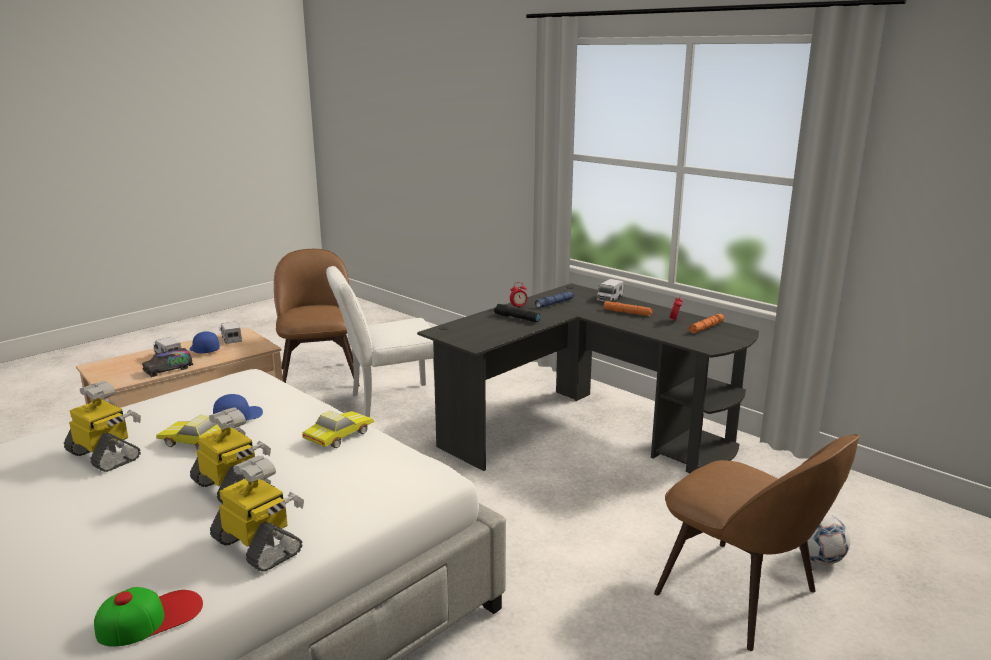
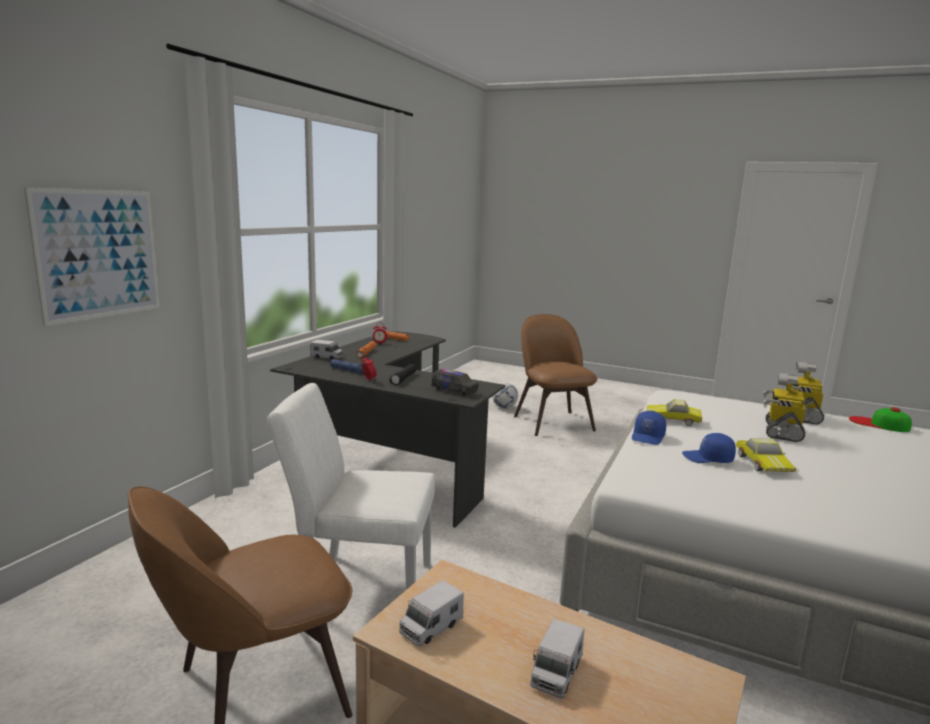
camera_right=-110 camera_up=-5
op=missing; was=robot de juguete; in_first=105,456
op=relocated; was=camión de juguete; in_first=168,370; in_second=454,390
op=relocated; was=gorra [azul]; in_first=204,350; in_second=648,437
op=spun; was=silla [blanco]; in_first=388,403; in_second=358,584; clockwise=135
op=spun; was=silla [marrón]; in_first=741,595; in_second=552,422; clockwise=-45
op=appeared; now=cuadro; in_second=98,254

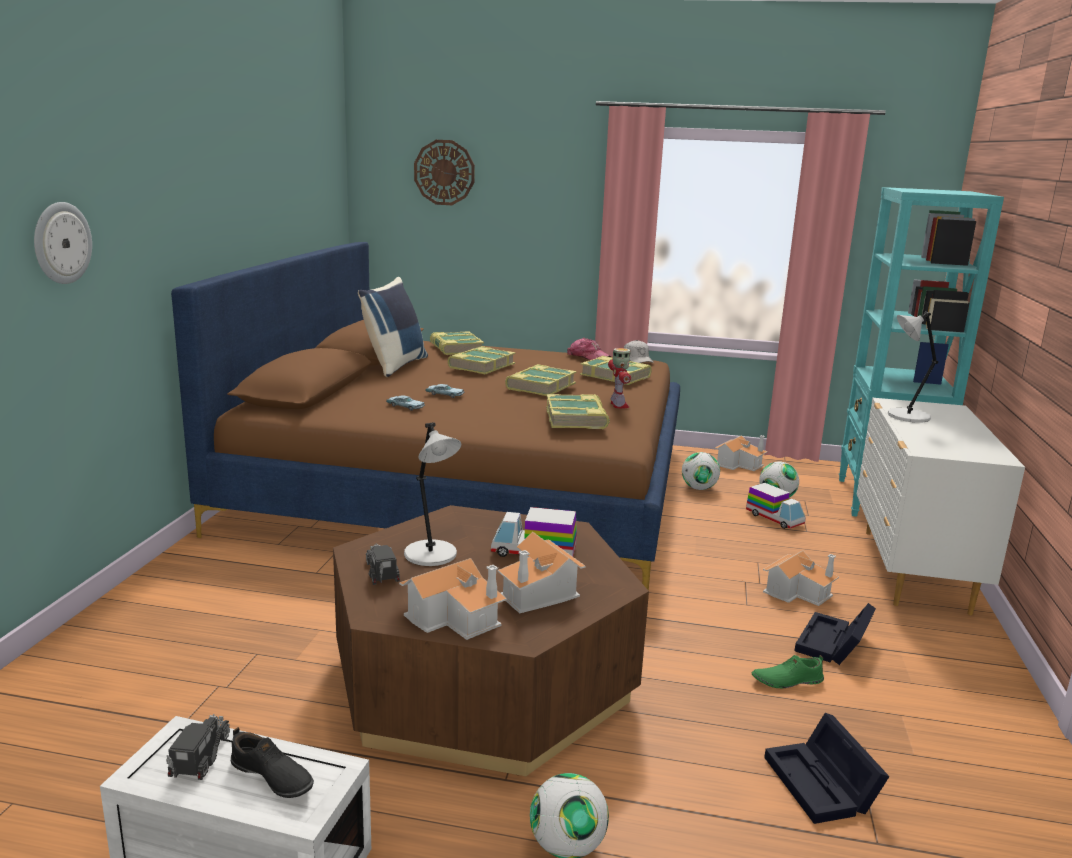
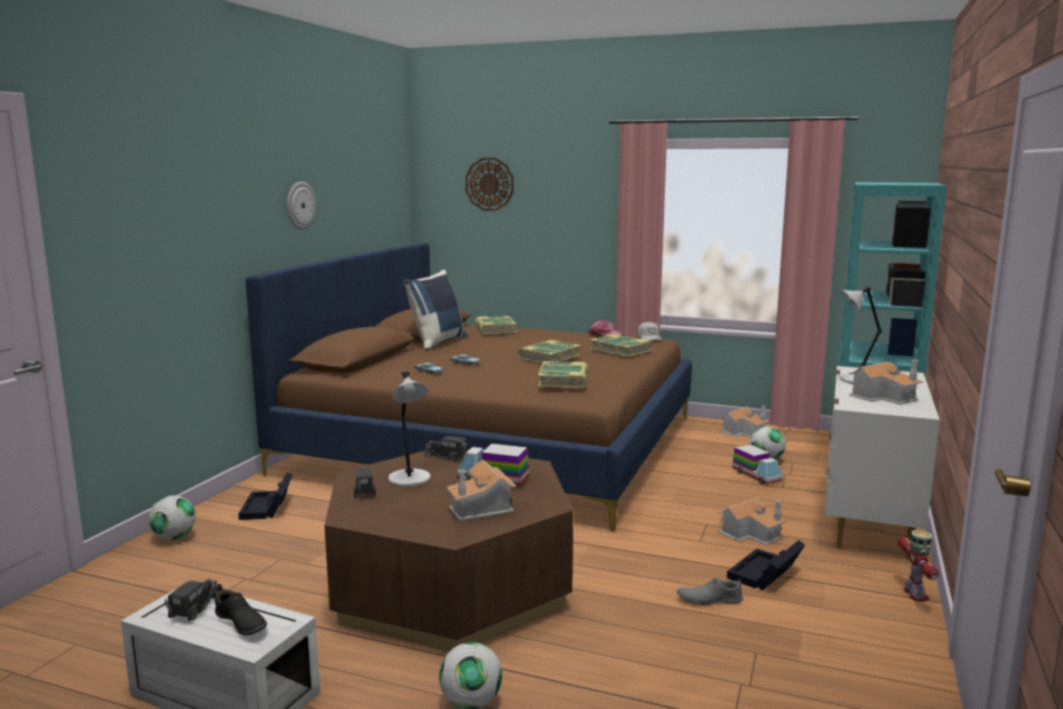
camera_right=10 camera_up=-5
op=relocated; was=reloj de pared; in_first=61,243; in_second=300,205
op=relocated; was=casita; in_first=456,617; in_second=884,396
op=missing; was=libro; in_first=481,366
op=relocated; was=robot de juguete; in_first=618,405; in_second=915,595
op=relocated; was=balón de fútbol; in_first=699,488; in_second=174,537
op=colour; was=zapato [verde]; now=zapato [gris]; in_first=787,680; in_second=709,599
op=relocated; was=caja de almacenaje [negro]; in_first=823,785; in_second=267,508
op=appeared; now=camión de juguete; in_second=447,457

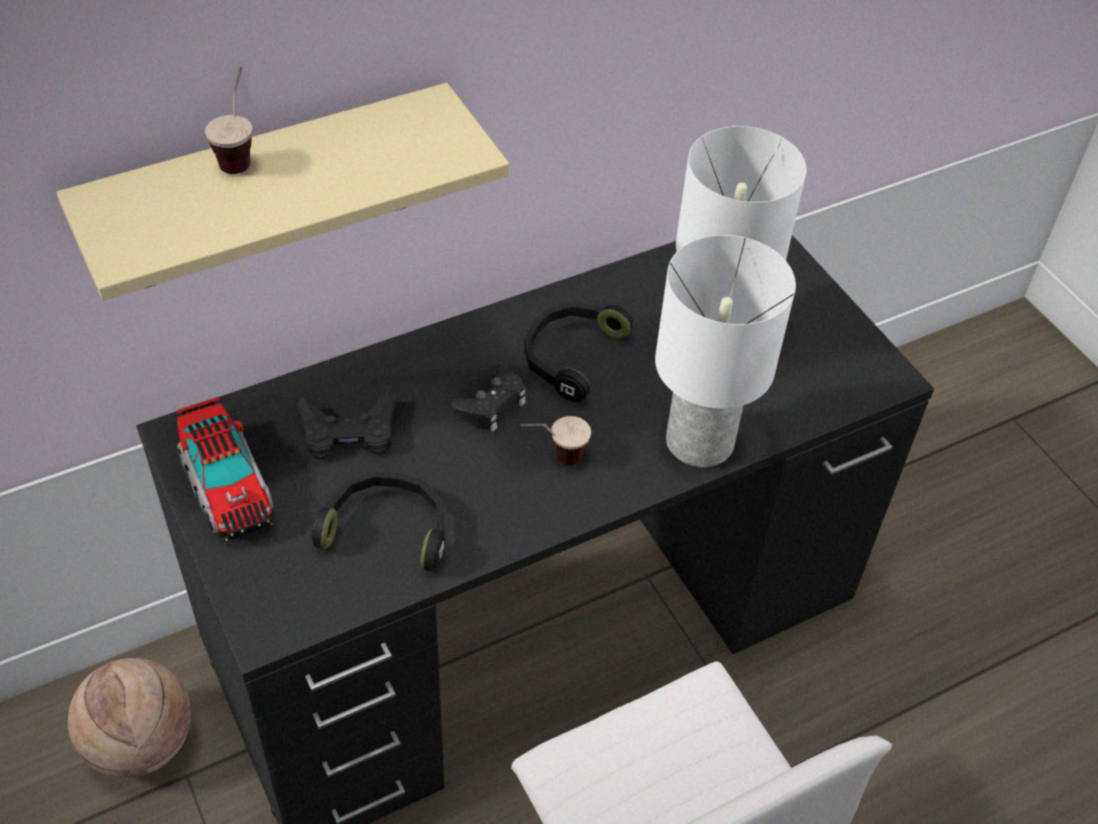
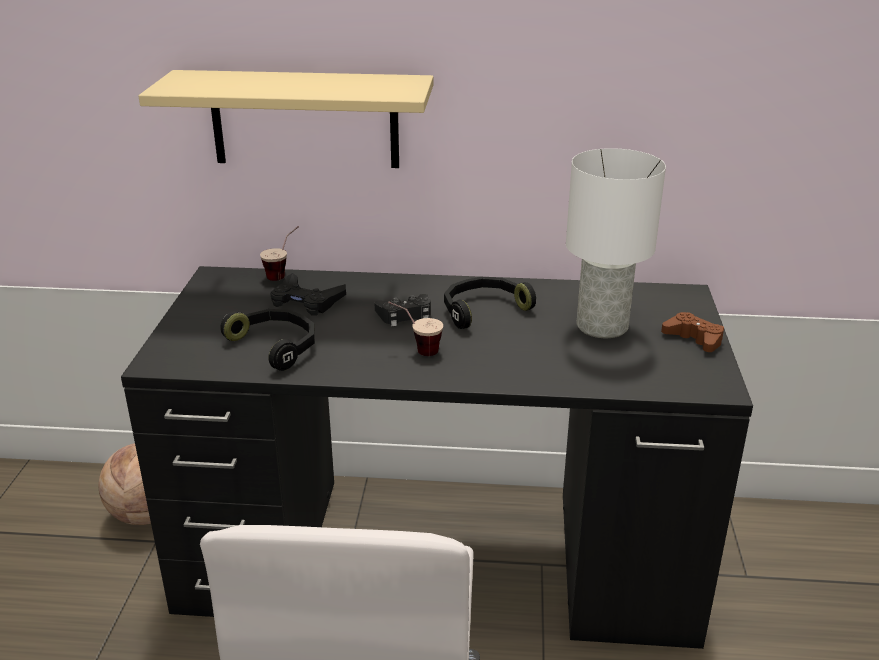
camera_right=35 camera_up=-20
op=missing; was=camión de juguete; in_first=226,485
op=relocated; was=taza; in_first=240,153; in_second=284,273
op=missing; was=lámpara de mesa [blanco]; in_first=698,440
op=appeared; now=mando de consola [marrón]; in_second=694,339

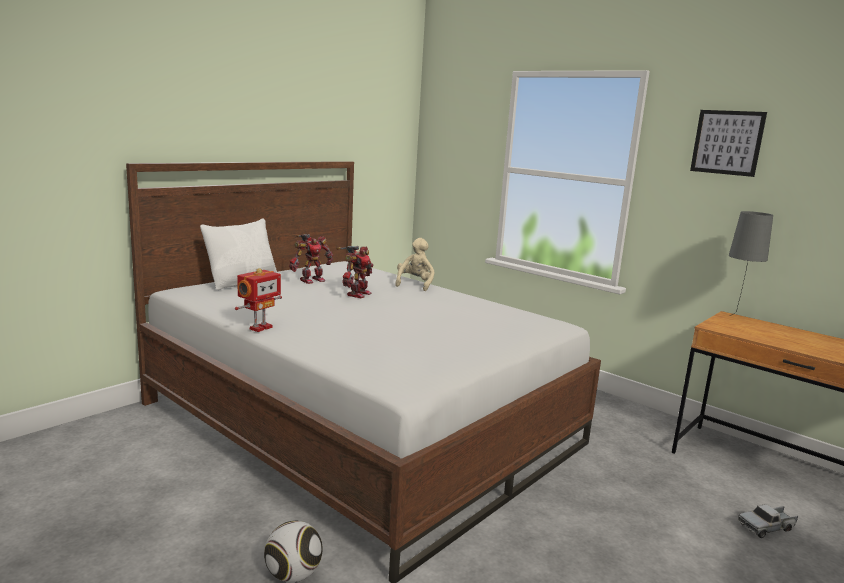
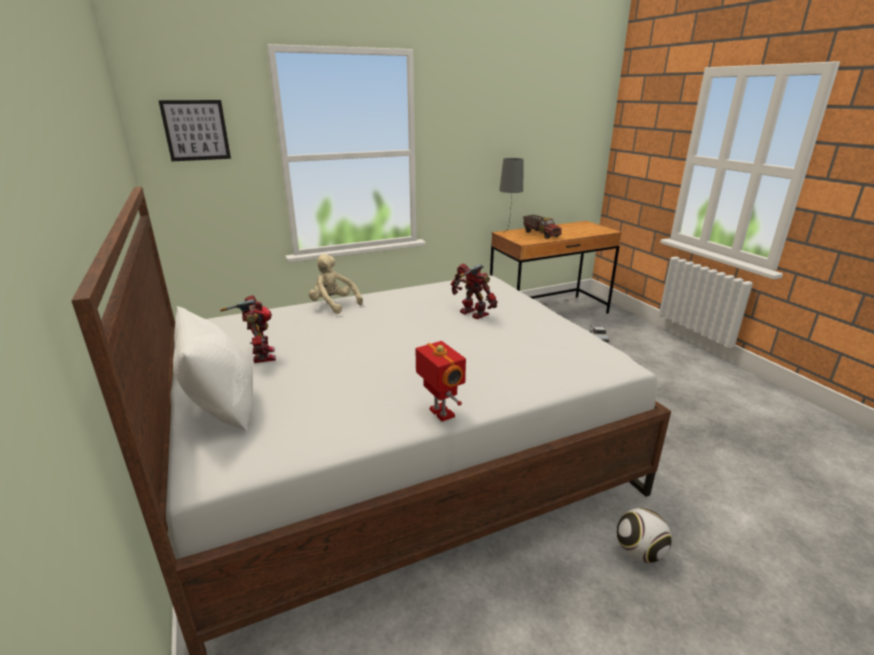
camera_right=-65 camera_up=10
op=relocated; was=robot de juguete; in_first=357,294; in_second=472,314
op=relocated; was=cuadro; in_first=727,142; in_second=196,130
op=appeared; now=camión de juguete; in_second=541,234

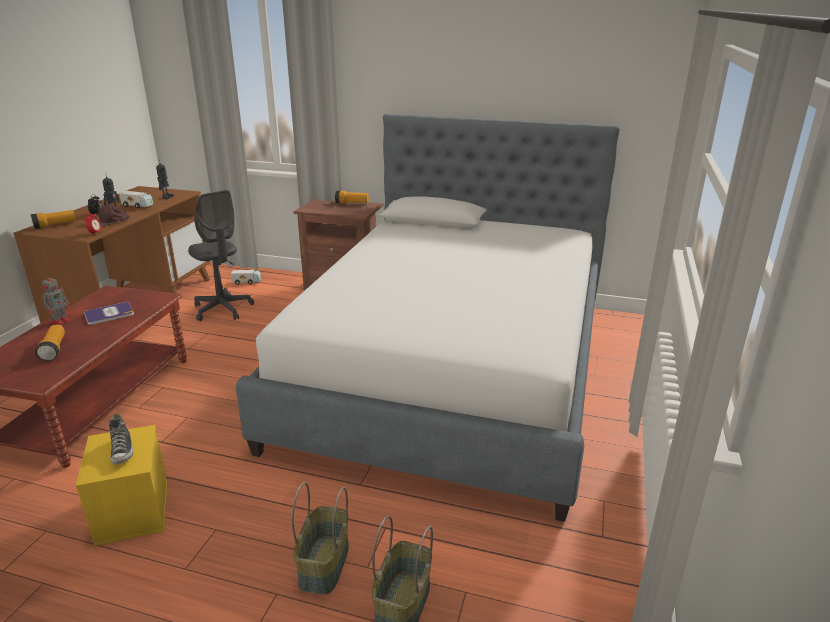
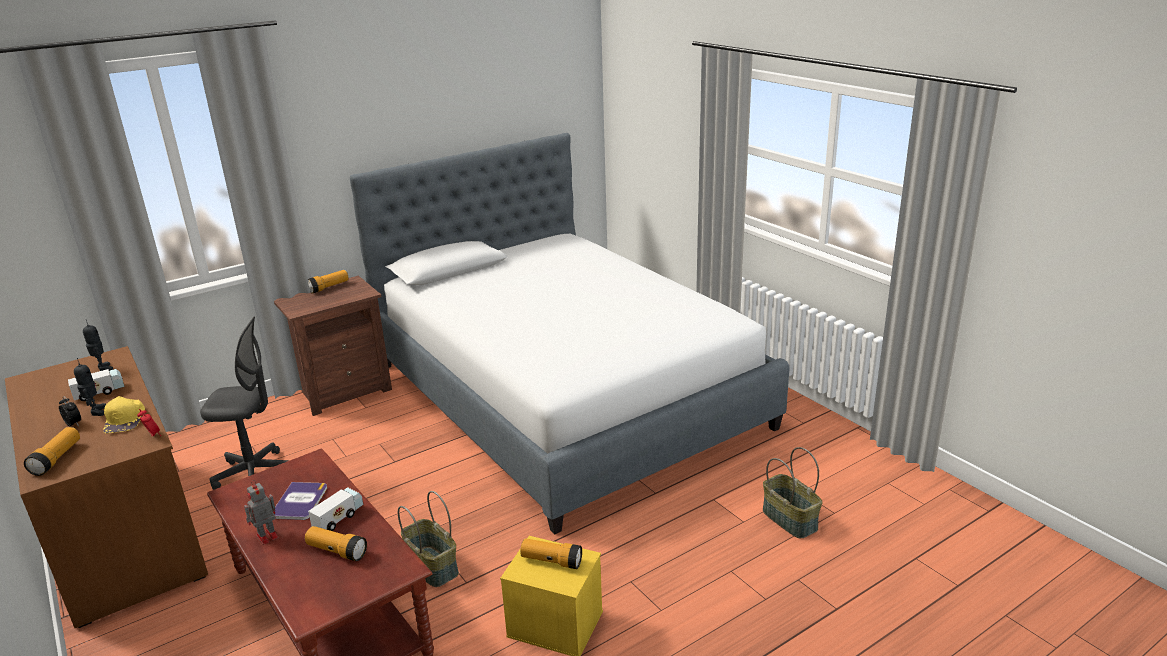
camera_right=-50 camera_up=0
op=spun; was=robot de juguete; in_first=61,321; in_second=266,537; clockwise=-105
op=colour; was=gorra [marrón]; now=gorra [amarillo]; in_first=110,221; in_second=126,419
op=exchanged; was=zapato; now=linterna; in_first=122,451; in_second=551,561
op=relocated; was=camión de juguete; in_first=247,282; in_second=338,518
op=relocated; was=cesta; in_first=325,565; in_second=433,566

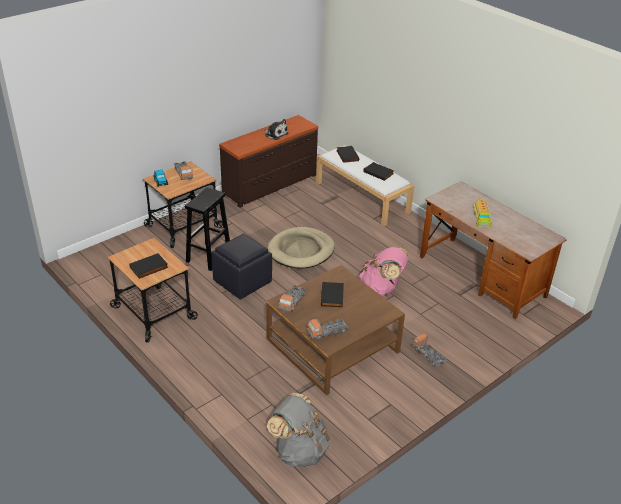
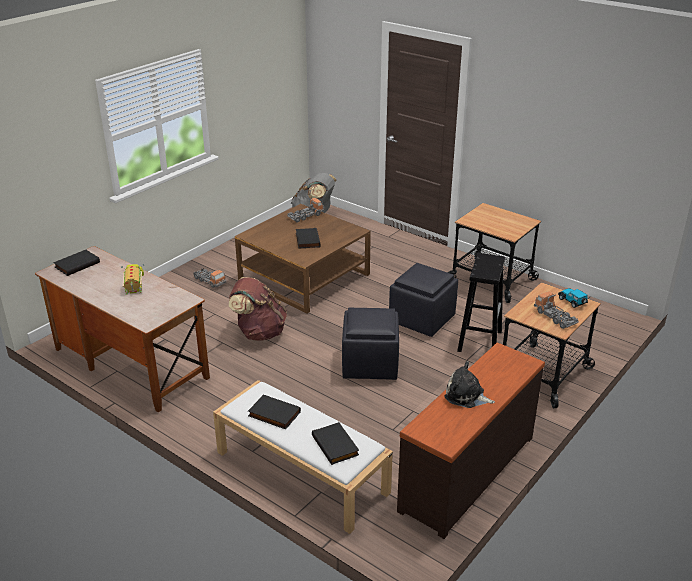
camera_right=170 camera_up=-5
op=relocated; was=libro [negro]; in_first=149,268; in_second=77,264
op=exchanged; was=cama para perro [beis]; now=puf [negro]; in_first=301,250; in_second=369,364
op=missing; was=camión de juguete; in_first=292,302
op=colour; was=mochila [rosa]; now=mochila [marrón]; in_first=381,289; in_second=259,332

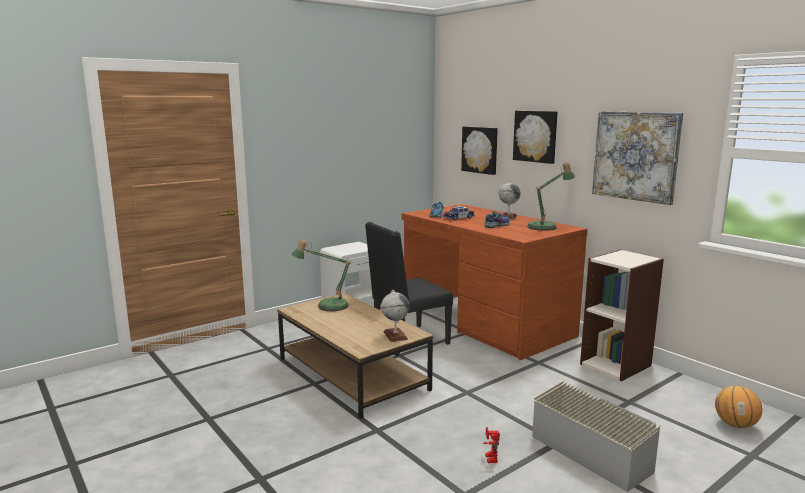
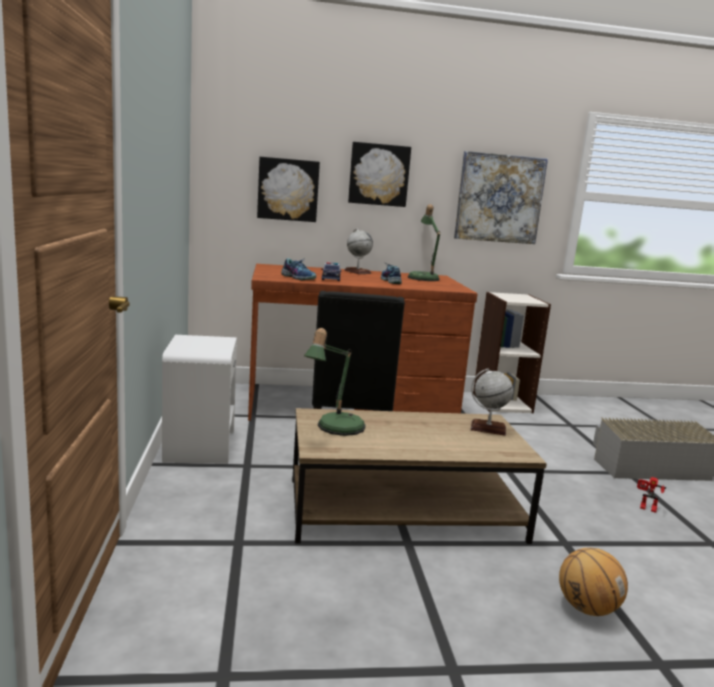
camera_right=-60 camera_up=0
op=relocated; was=balón de baloncesto; in_first=735,424; in_second=586,608

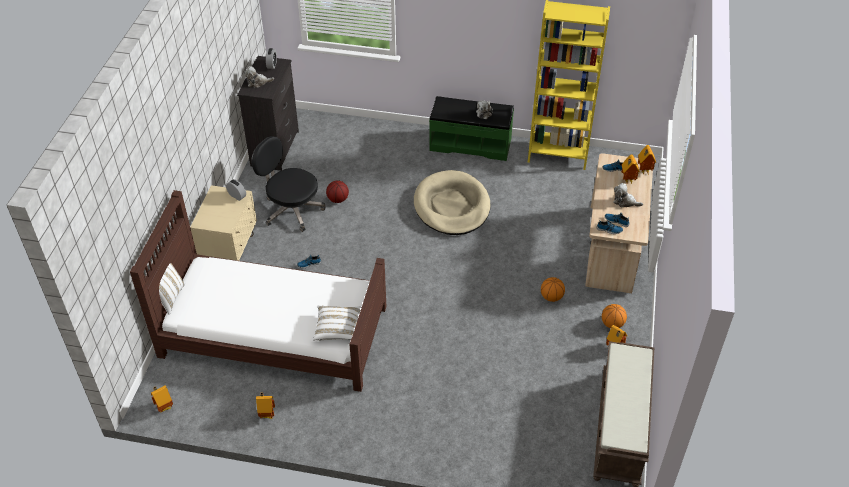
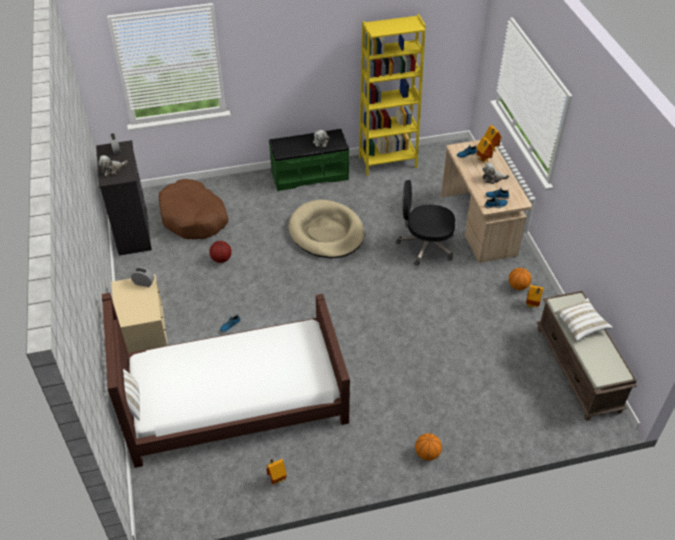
camera_right=-25 camera_up=0
op=missing; was=casita; in_first=164,407
op=relocated; was=silla de oficina [negro]; in_first=291,210; in_second=425,245
op=relocated; was=cojín [blanco]; in_first=338,329; in_second=580,325
op=relocated; was=balón de baloncesto; in_first=551,297; in_second=427,454
op=appeared; now=cama para perro [marrón]; in_second=194,217

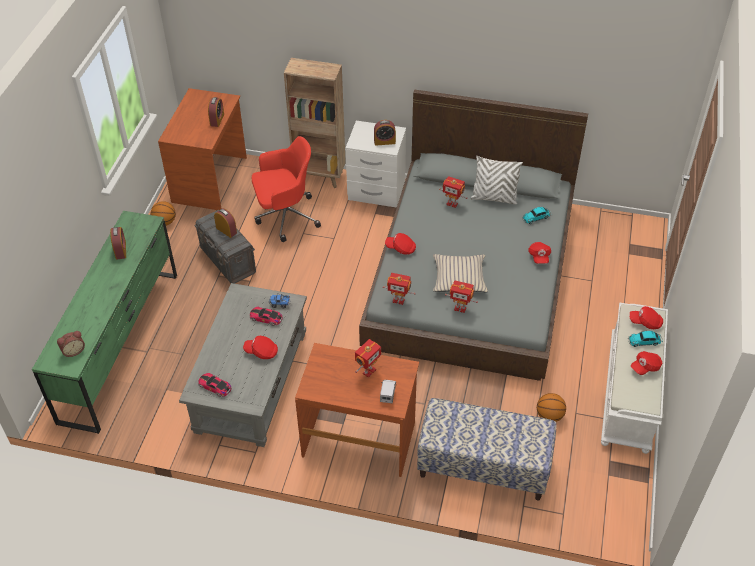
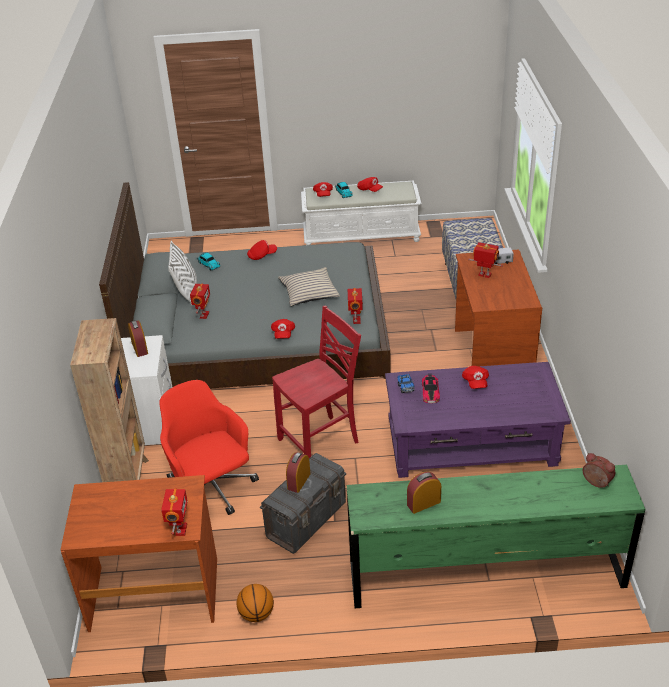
camera_right=-105 camera_up=-10
op=colour; was=mesa de centro [gris]; now=mesa de centro [morado]; in_first=251,382; in_second=472,443
op=missing; was=coche de juguete; in_first=215,386
op=missing; was=despertador; in_first=217,120
op=relocated; was=robot de juguete; in_first=460,308; in_second=180,529
op=missing; was=balón de baloncesto; in_first=549,416
op=appeared; now=silla [rojo]; in_second=320,441

